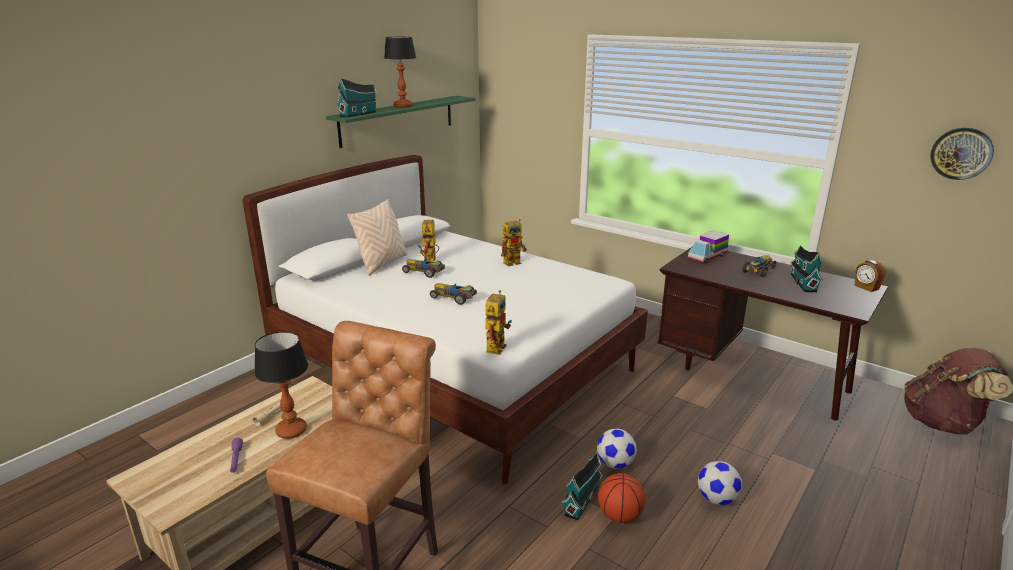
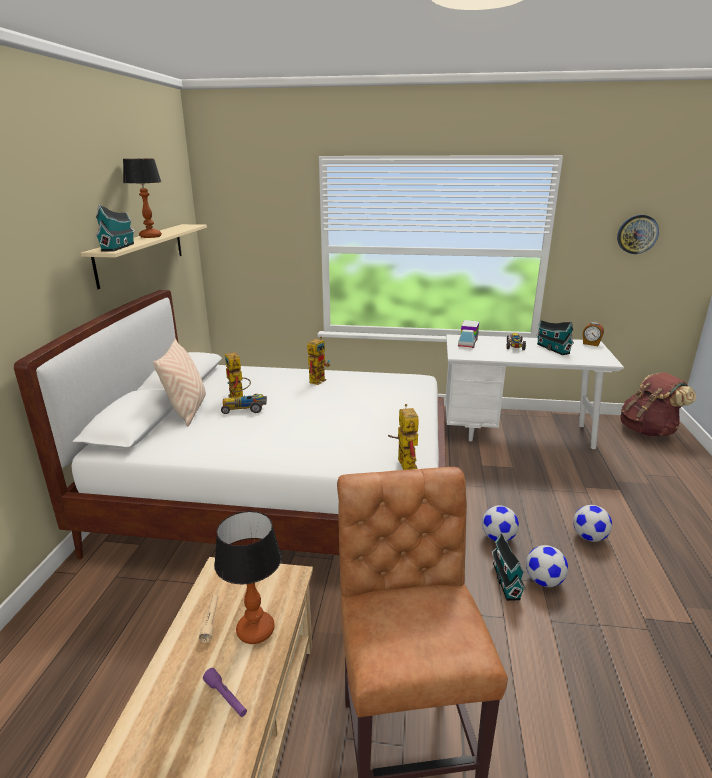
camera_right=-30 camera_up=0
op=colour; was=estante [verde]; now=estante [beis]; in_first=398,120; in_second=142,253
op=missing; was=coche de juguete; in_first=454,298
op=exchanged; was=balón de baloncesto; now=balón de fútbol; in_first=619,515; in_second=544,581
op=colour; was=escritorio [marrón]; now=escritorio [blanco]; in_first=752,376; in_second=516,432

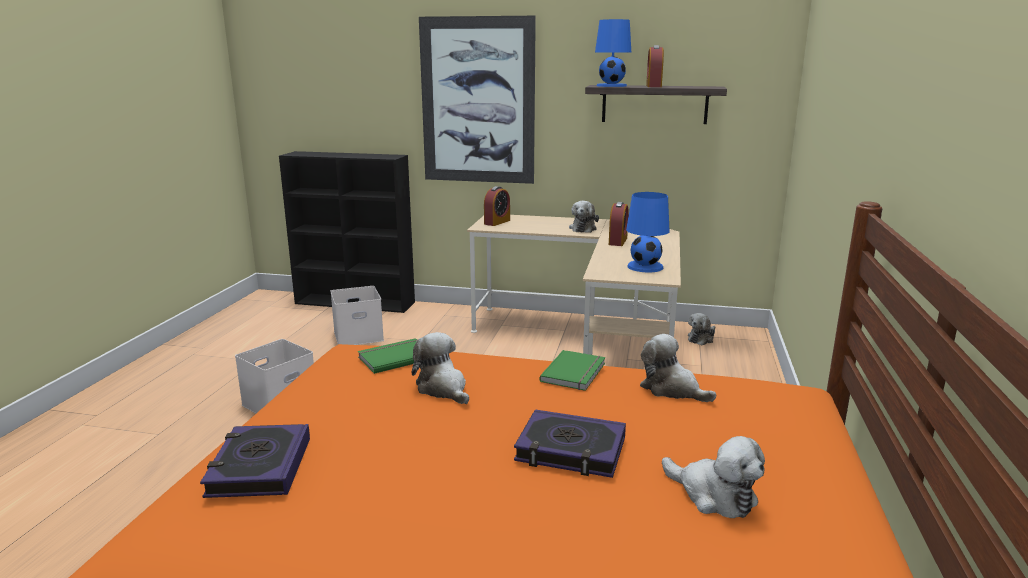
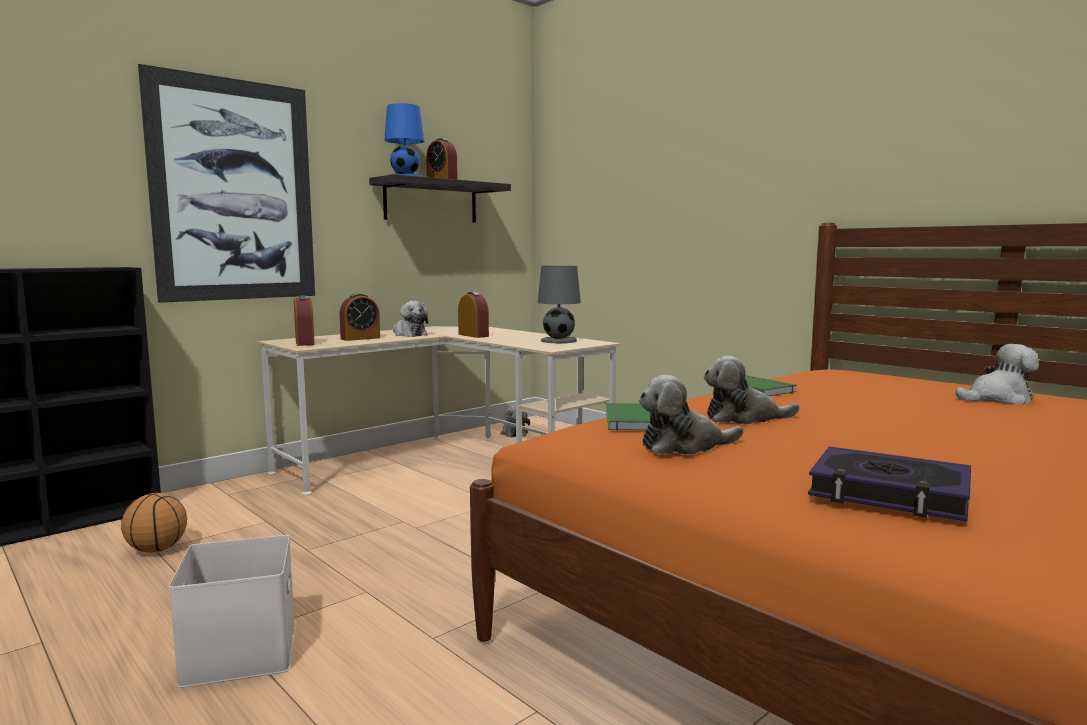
camera_right=-55 camera_up=-10
op=exchanged; was=caja de almacenaje [blanco]; now=balón de baloncesto; in_first=359,335; in_second=157,549
op=missing; was=libro; in_first=570,450
op=colour; was=lámpara de mesa [azul]; now=lámpara de mesa [gris]; in_first=645,267; in_second=559,341
op=relocated; was=peluche; in_first=672,389; in_second=684,446
op=appeared; now=despertador; in_second=360,338

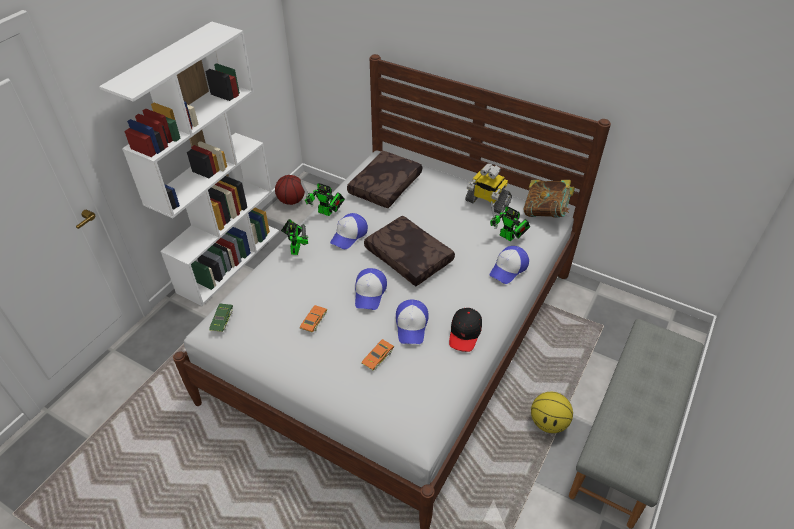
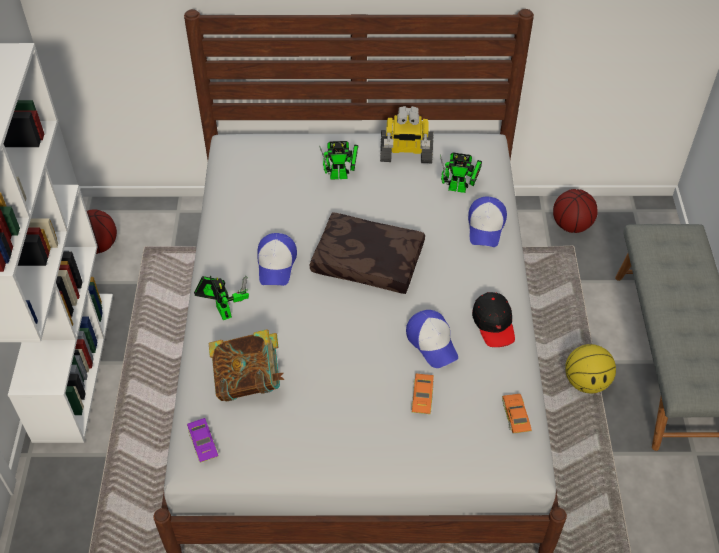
camera_right=-30 camera_up=5
op=colour; was=coche de juguete [verde]; now=coche de juguete [morado]; in_first=222,320; in_second=203,443
op=relocated; was=coche de juguete [naranja]; in_first=313,321; in_second=516,416
op=relocated; was=robot de juguete; in_first=327,213; in_second=342,176
op=missing; was=cojín [marrón]; in_first=386,186
op=missing; was=gorra; in_first=370,293
op=relocated; was=libro; in_first=545,212; in_second=249,381
op=appeared; now=balón de baloncesto; in_second=571,225

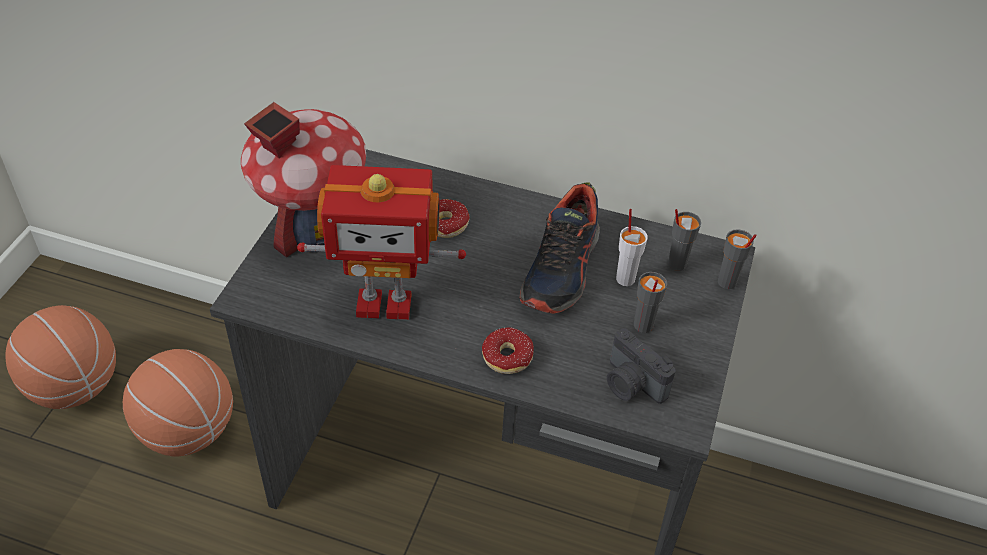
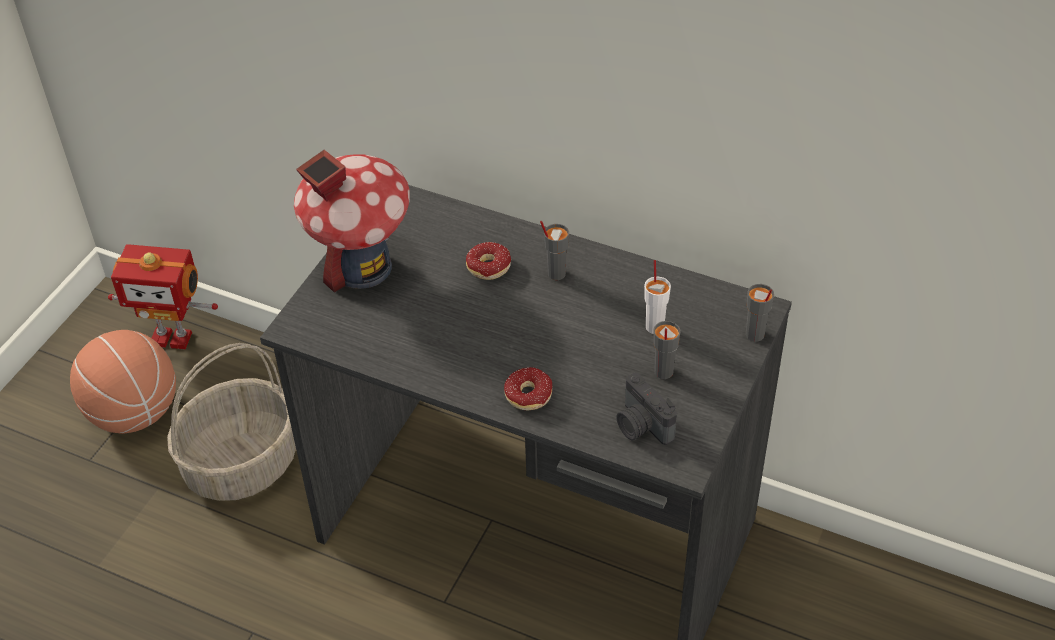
camera_right=10 camera_up=0
op=exchanged; was=balón de baloncesto; now=cesta; in_first=187,431; in_second=242,462
op=relocated; was=robot de juguete; in_first=384,302; in_second=172,337
op=missing; was=zapato; in_first=562,268
op=relocated; was=taza [gris]; in_first=676,264; in_second=556,273

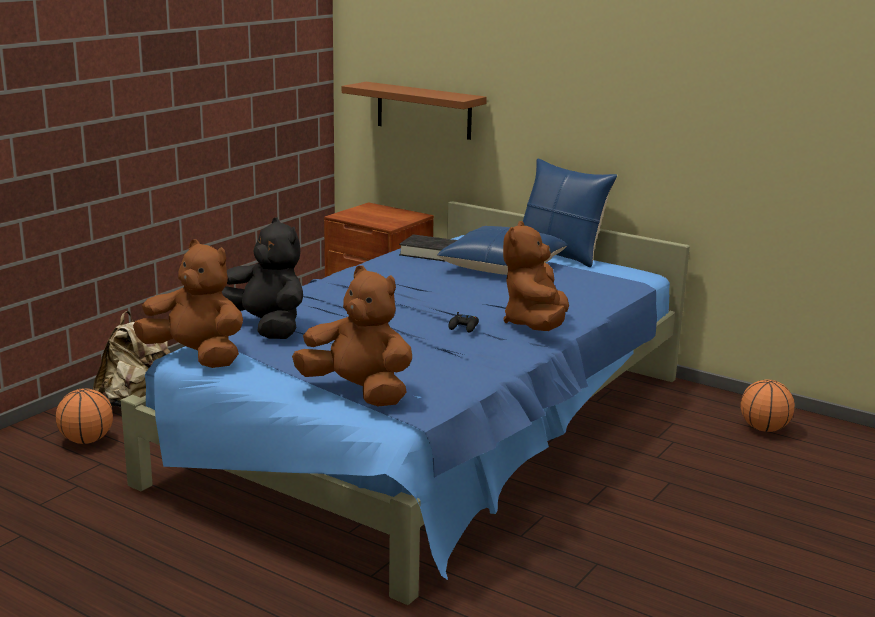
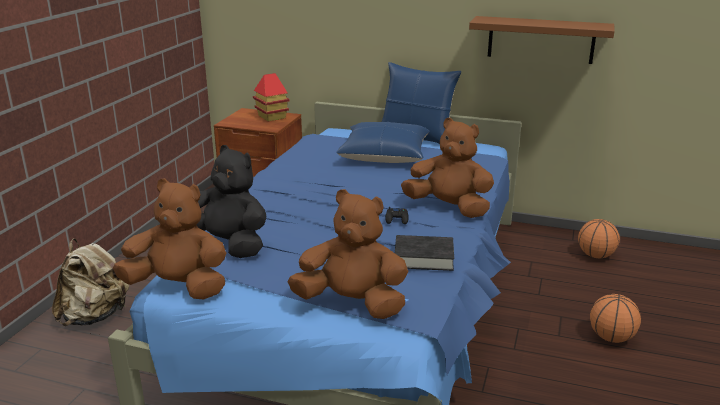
camera_right=-15 camera_up=5
op=relocated; was=balón de baloncesto; in_first=86,440; in_second=611,338
op=relocated; was=estante [marrón]; in_first=423,110; in_second=541,40
op=relocated; was=libro [negro]; in_first=429,253; in_second=423,257
op=spun; was=peluche [marrón]; in_first=535,325; in_second=449,208; clockwise=120
op=appeared; now=casita; in_second=272,117

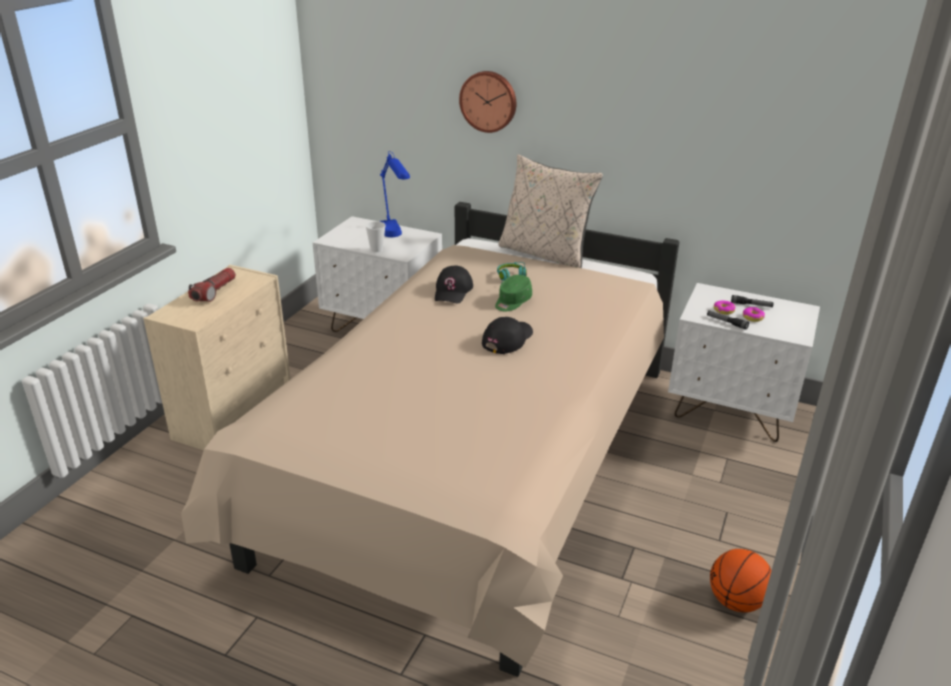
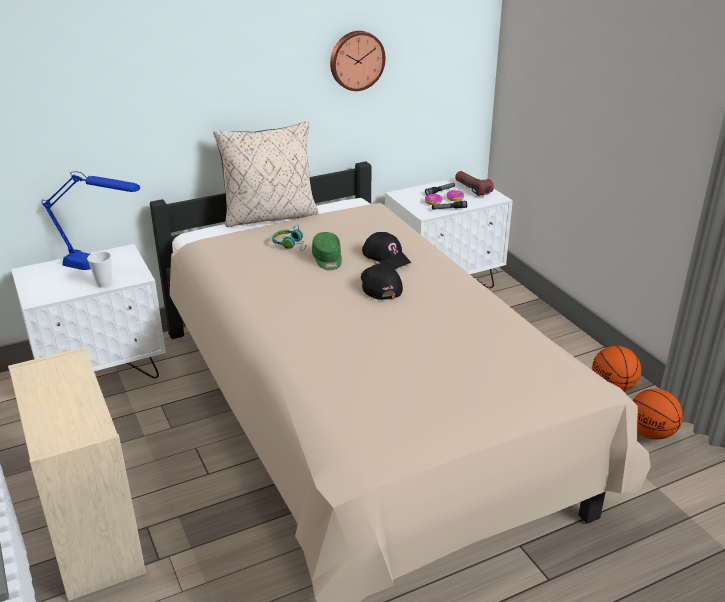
camera_right=-50 camera_up=0
op=relocated; was=linterna; in_first=214,292; in_second=472,189
op=relocated; was=gorra [negro]; in_first=453,291; in_second=386,257
op=relocated; was=reloj de pared; in_first=489,101; in_second=356,60
op=appeared; now=balón de baloncesto; in_second=651,433

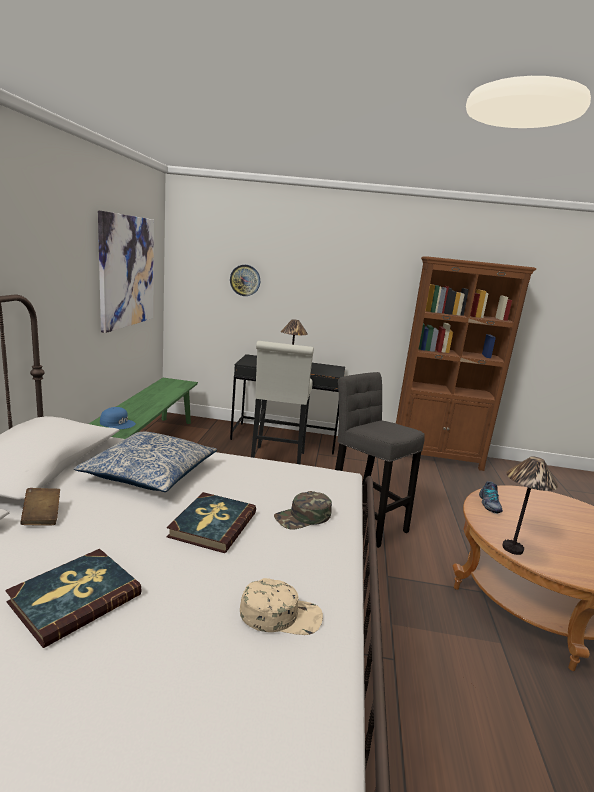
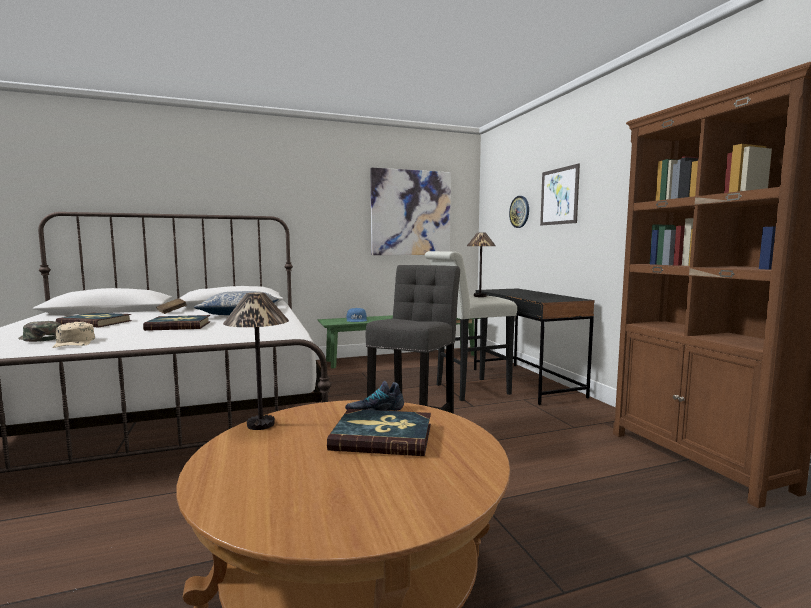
camera_right=65 camera_up=-10
op=relocated; was=gorra [verde]; in_first=303,517; in_second=40,338
op=appeared; now=libro; in_second=382,437
op=appeared; now=cuadro; in_second=559,196

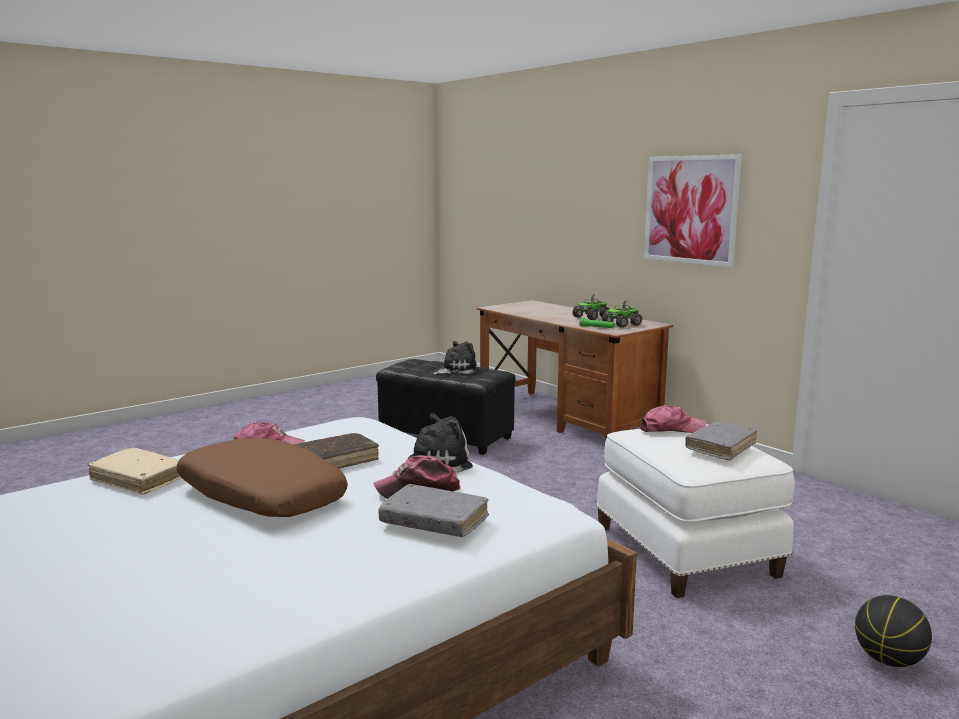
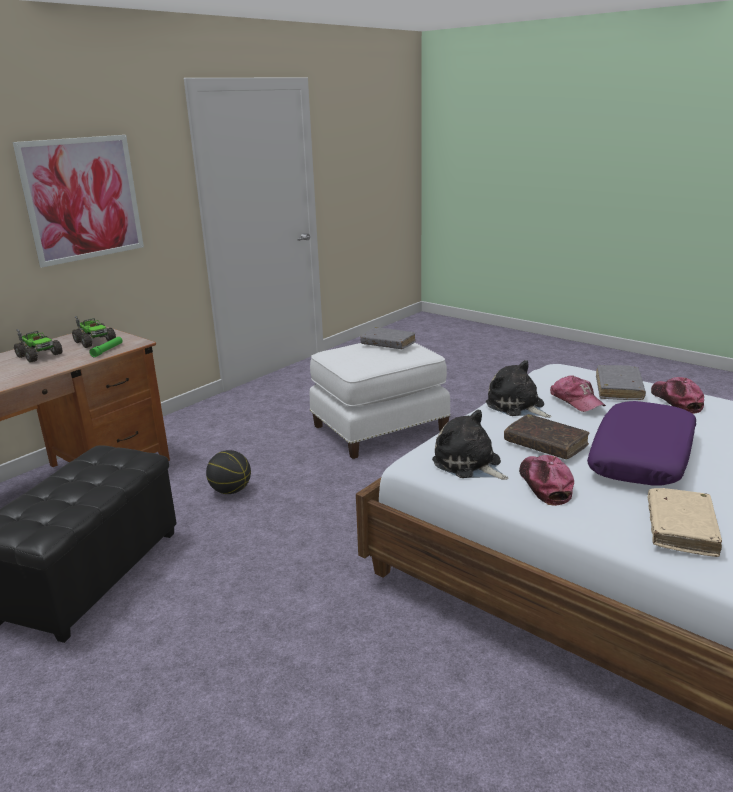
camera_right=-100 camera_up=10
op=colour; was=cojín [marrón]; now=cojín [morado]; in_first=260,496; in_second=642,457
op=relocated; was=peluche; in_first=456,370; in_second=469,464
op=relocated; was=gorra; in_first=671,429; in_second=676,401
op=relocated; was=balón de baloncesto; in_first=888,660; in_second=231,490

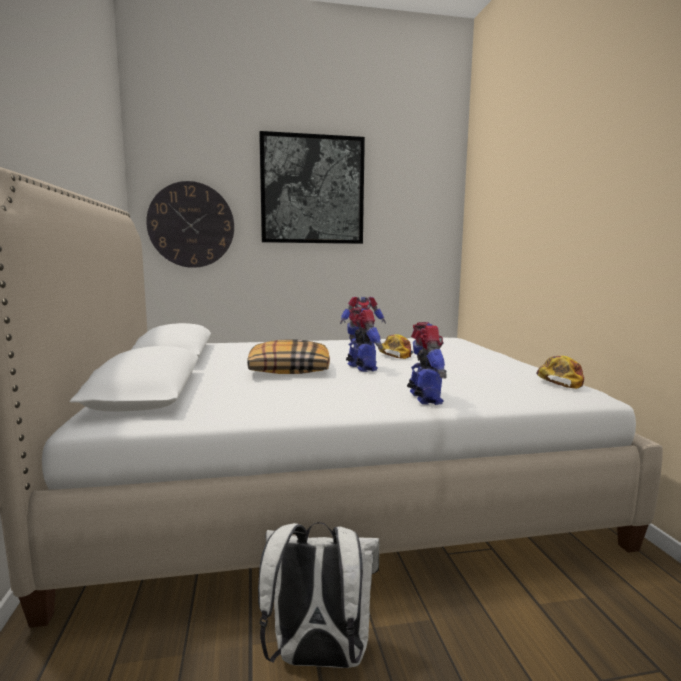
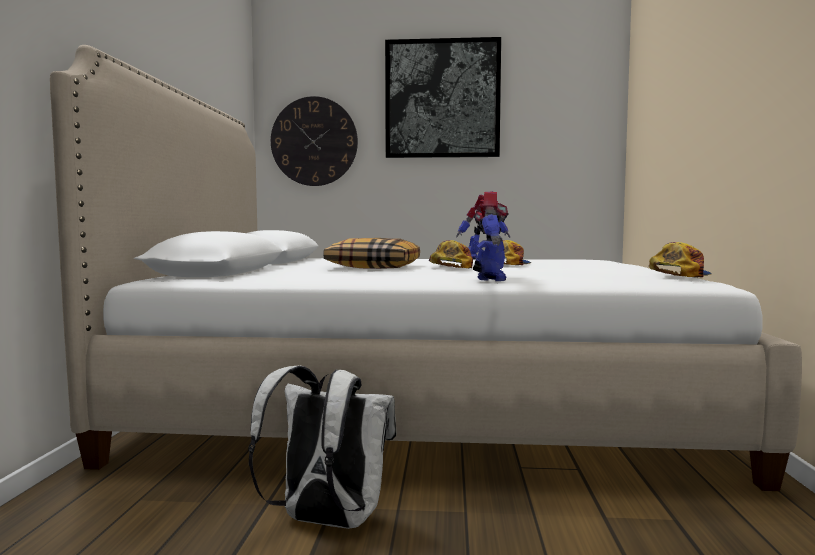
camera_right=15 camera_up=-5
op=exchanged; was=robot de juguete; now=gorra; in_first=361,368; in_second=451,267

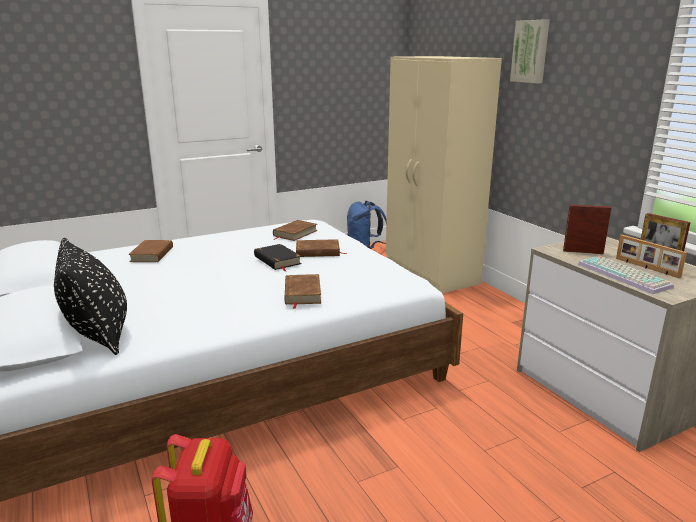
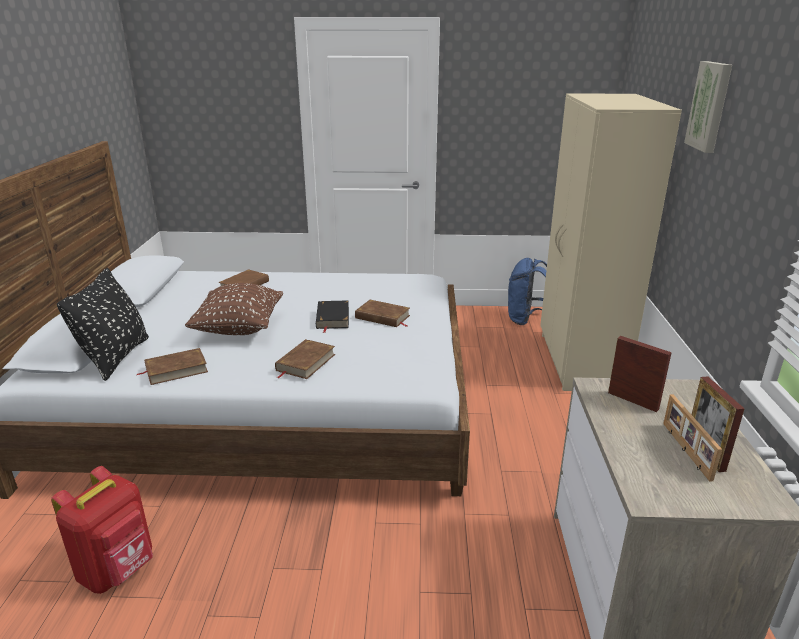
camera_right=30 camera_up=5
op=relocated; was=libro [marrón]; in_first=295,233; in_second=176,369
op=missing; was=teclado; in_first=625,275
op=appeared; now=cojín [marrón]; in_second=239,329

